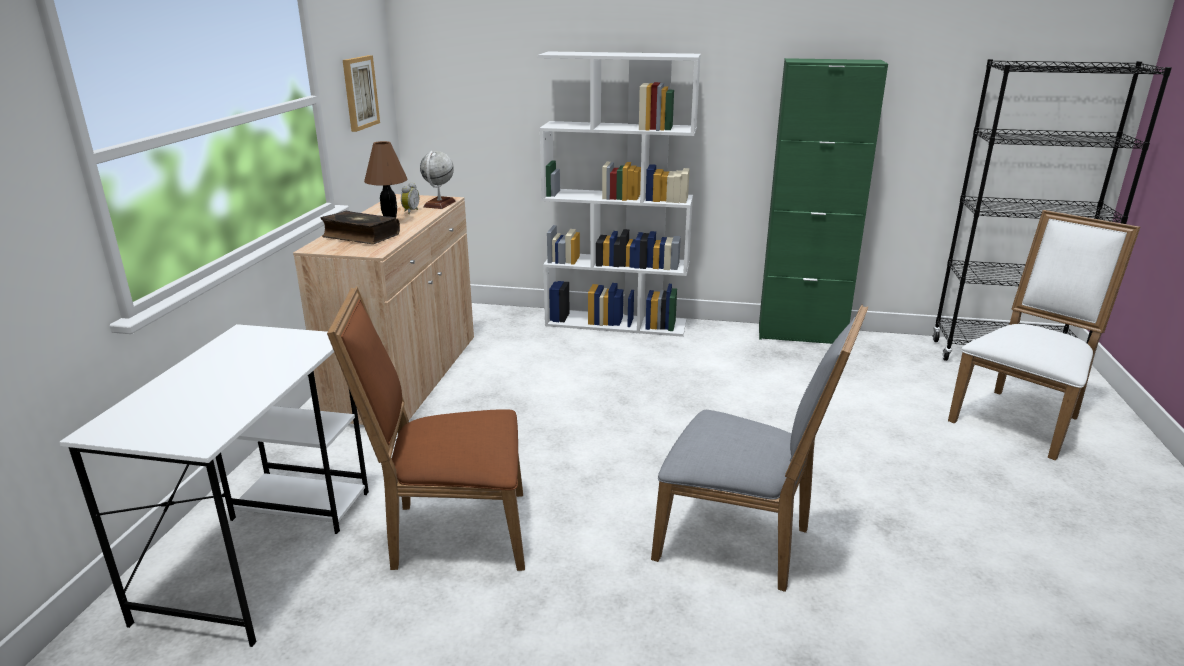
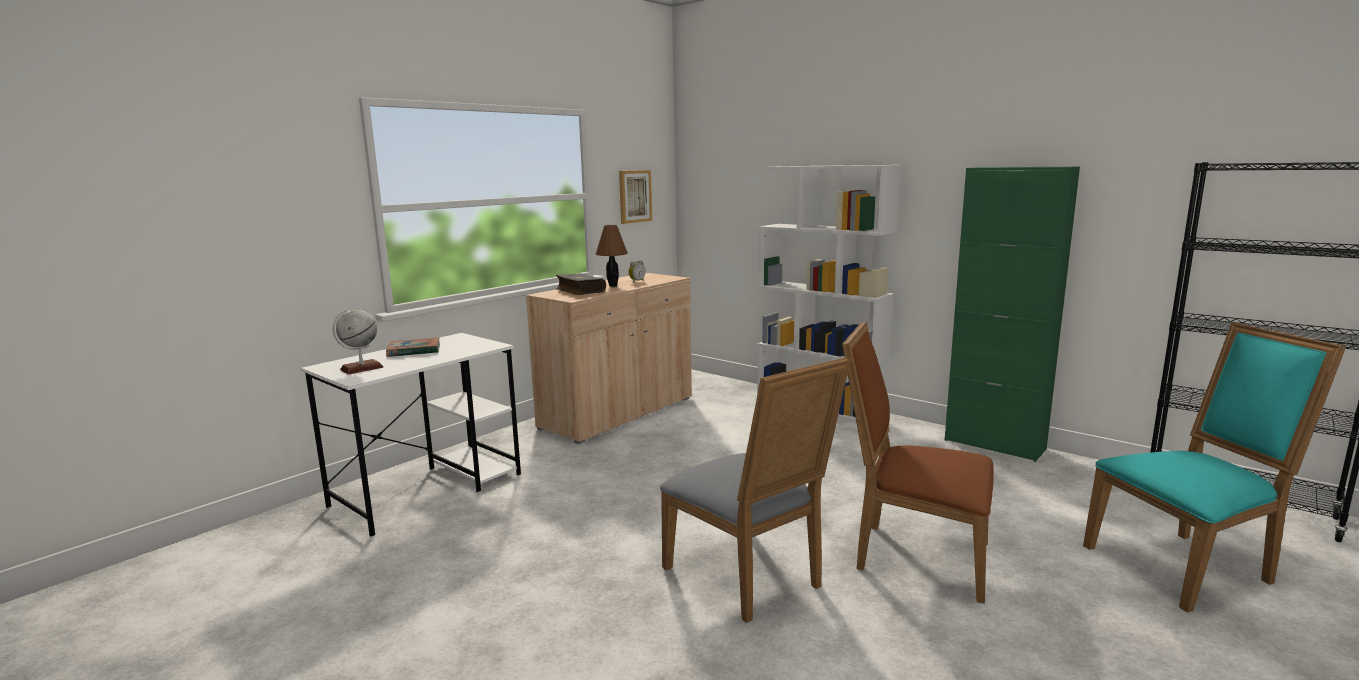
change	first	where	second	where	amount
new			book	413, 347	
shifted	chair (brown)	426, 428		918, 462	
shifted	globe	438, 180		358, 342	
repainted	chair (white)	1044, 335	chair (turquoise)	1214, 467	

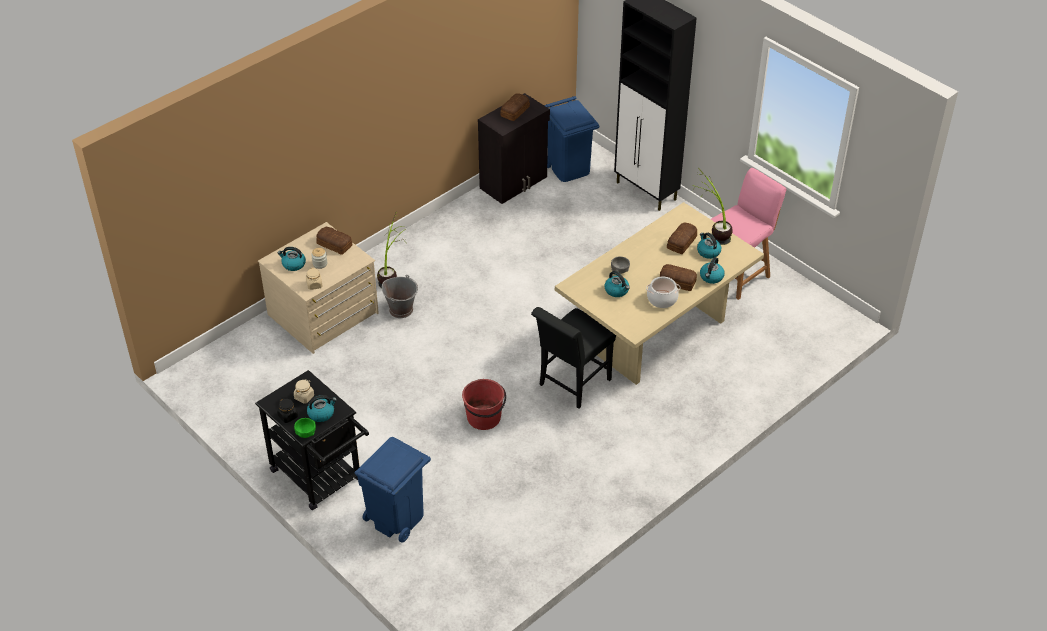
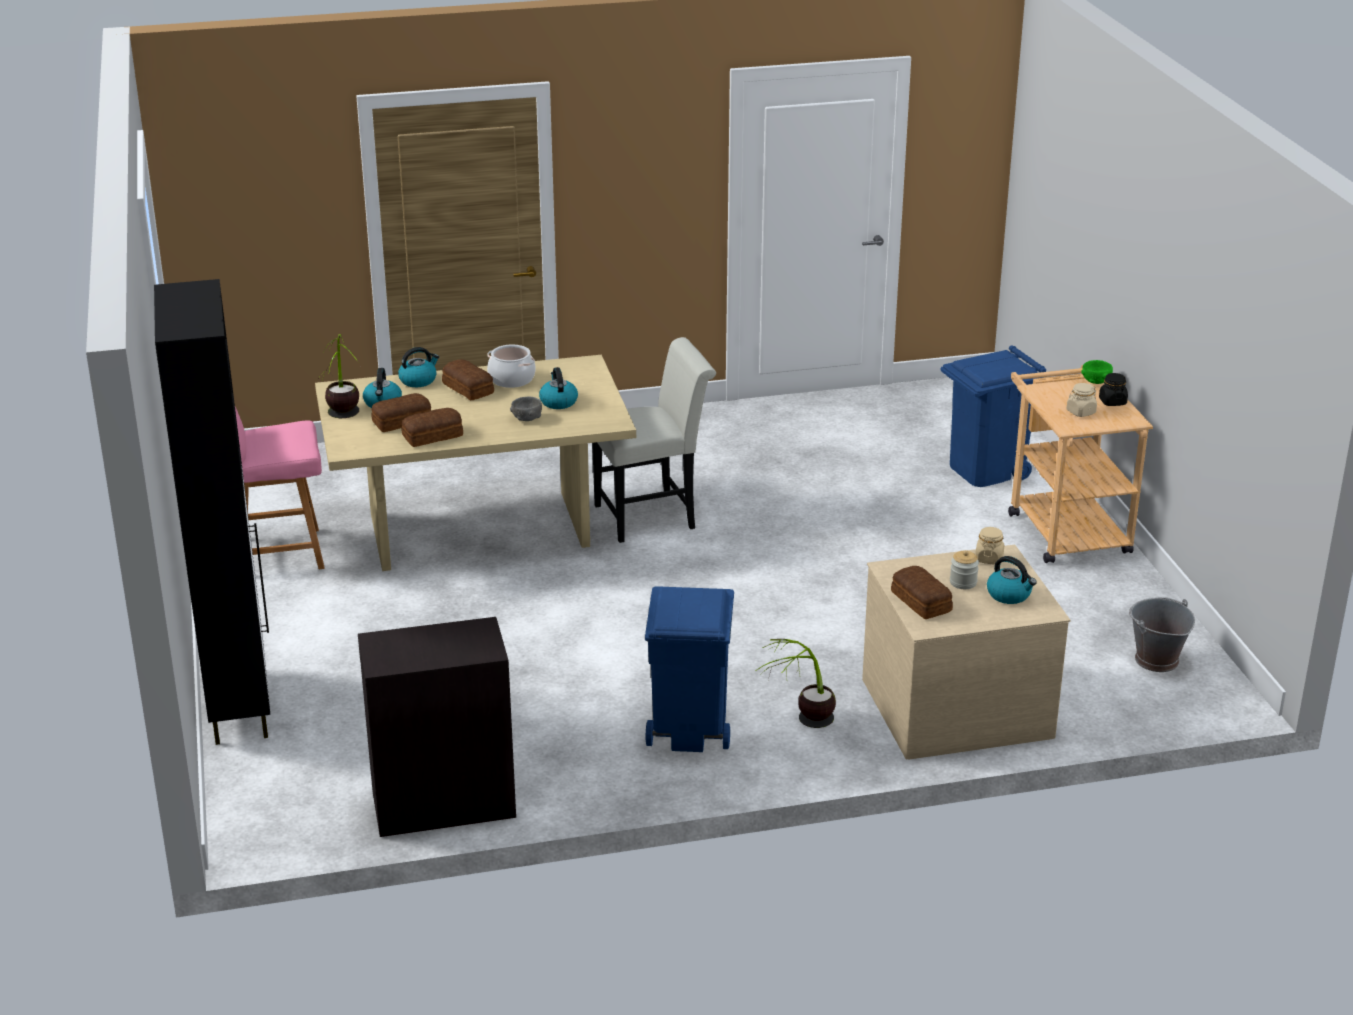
change	first	where	second	where	amount
gone	kettle	322, 408			
gone	bucket (red)	484, 404			
shifted	bucket (grey)	400, 296		1162, 634	
shifted	bread	515, 107		432, 427	
shifted	trash can (blue)	571, 139		689, 669	
repainted	cart (black)	312, 440	cart (beige)	1080, 464	
repainted	chair (black)	573, 358	chair (white)	654, 440	

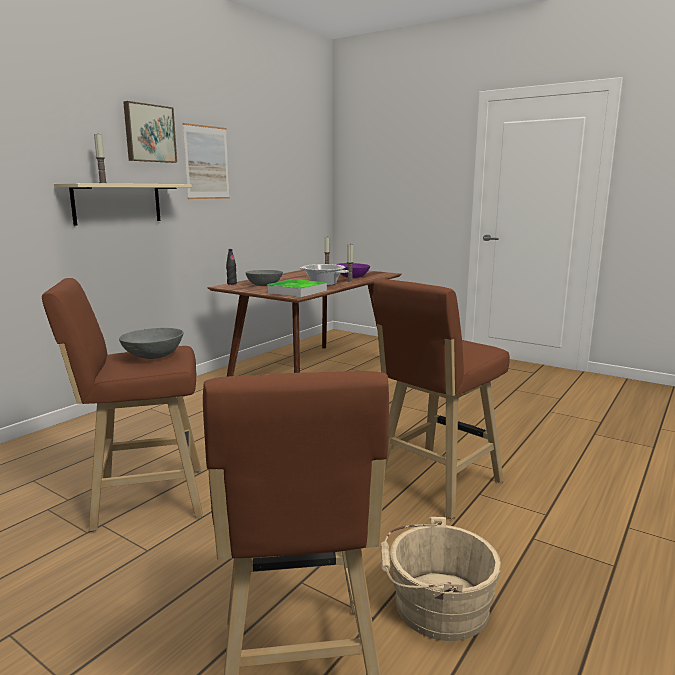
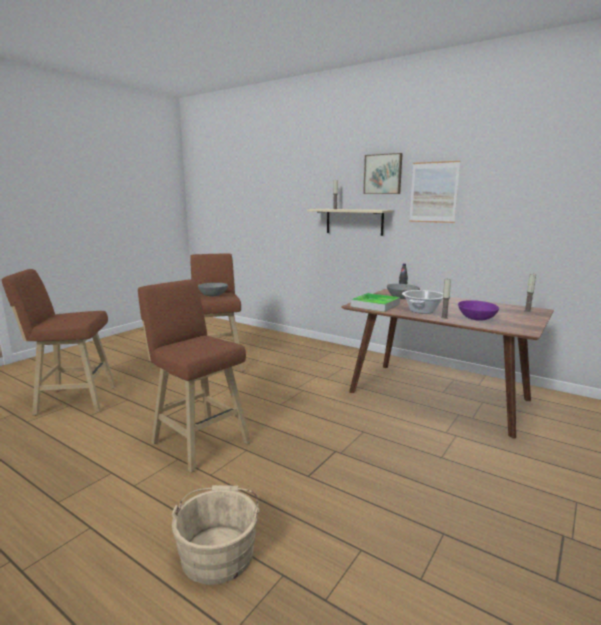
change	first	where	second	where	amount
shifted	bucket (beige)	440, 579		216, 535	

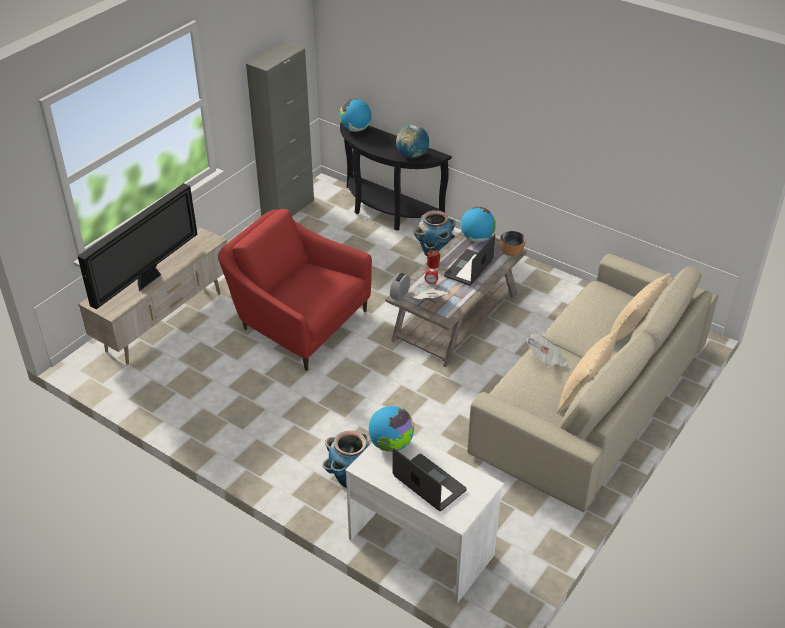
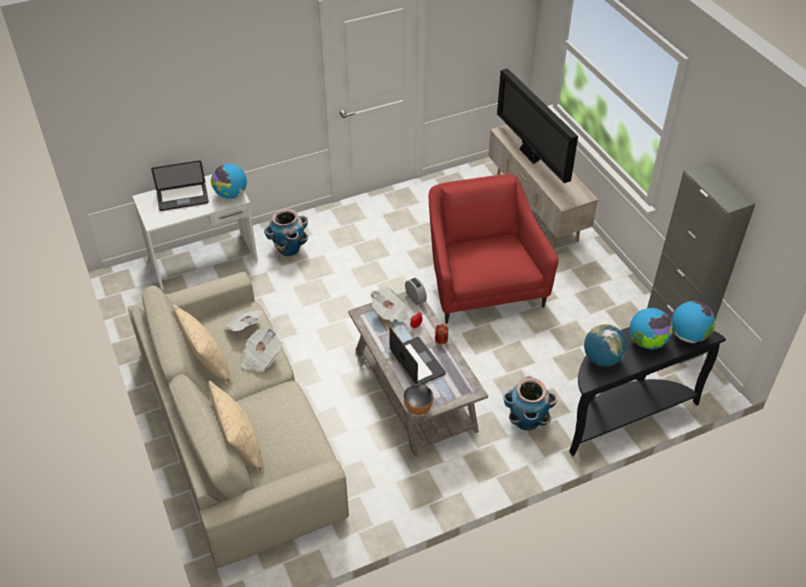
change	first	where	second	where	amount
new			newspaper	244, 320	
shifted	globe	478, 224		651, 329	
rotated	armchair (red)	295, 290		494, 249	75 degrees counterclockwise

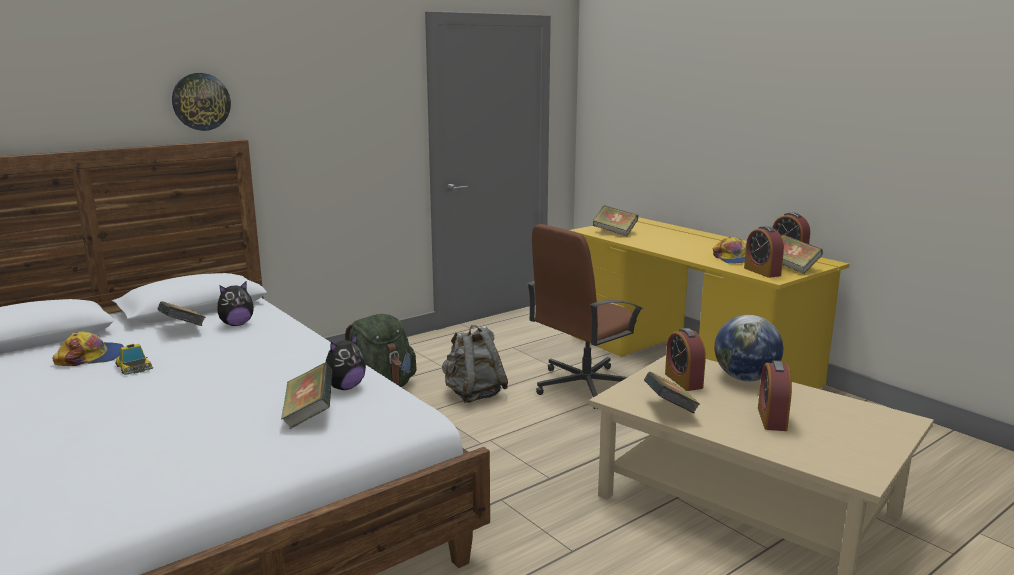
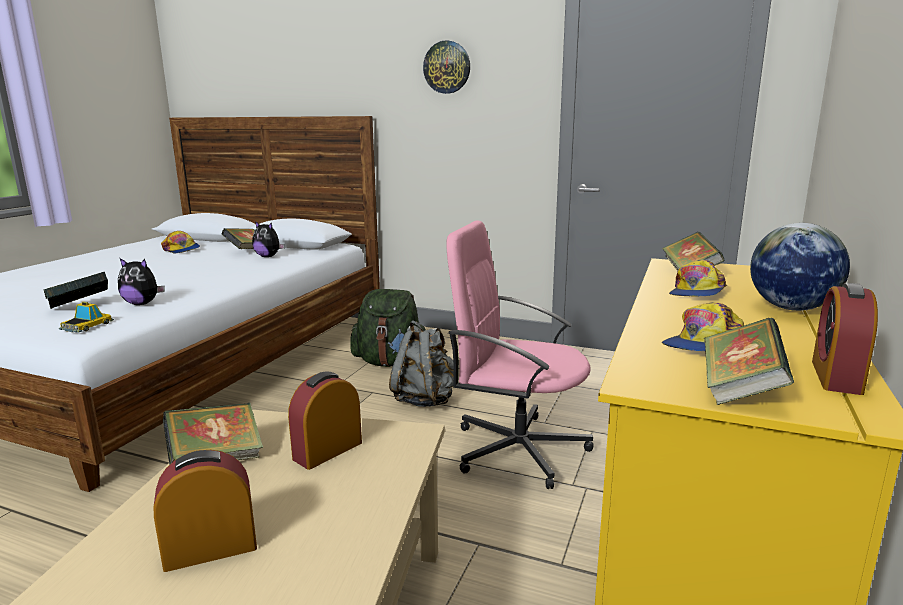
change	first	where	second	where	amount
gone	alarm clock	764, 252			
new			cap	698, 278	
shifted	toy car	134, 359		86, 317	
shifted	wall clock	201, 102		446, 67	
shifted	globe	749, 348		800, 267	
repainted	office chair (brown)	585, 316	office chair (pink)	520, 354	

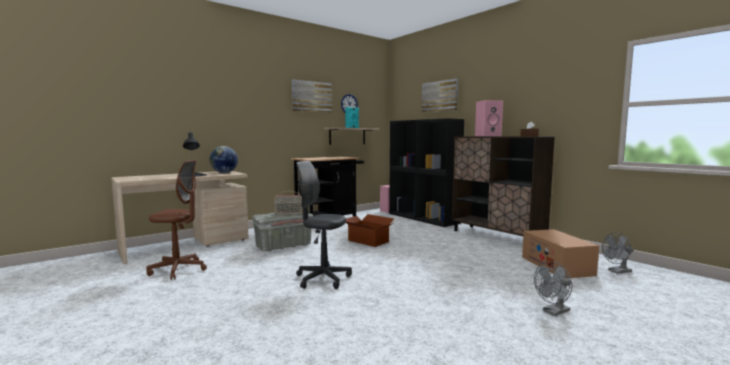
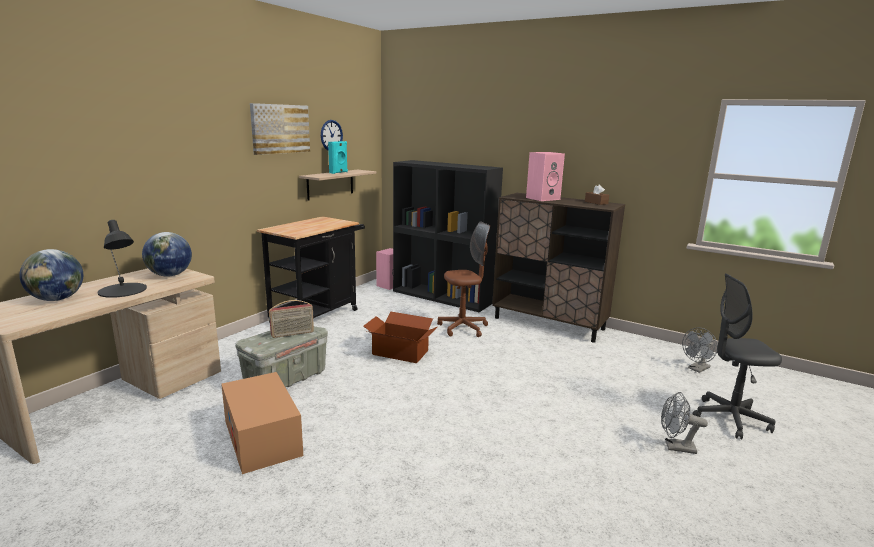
change	first	where	second	where	amount
gone	picture	440, 95			
new			globe	51, 275	
shifted	office chair (brown)	176, 219		463, 279	
shifted	office chair (grey)	324, 225		737, 356	
shifted	cardboard box	560, 253		262, 423	
rotated	fan (grey)	553, 288		684, 423	60 degrees clockwise

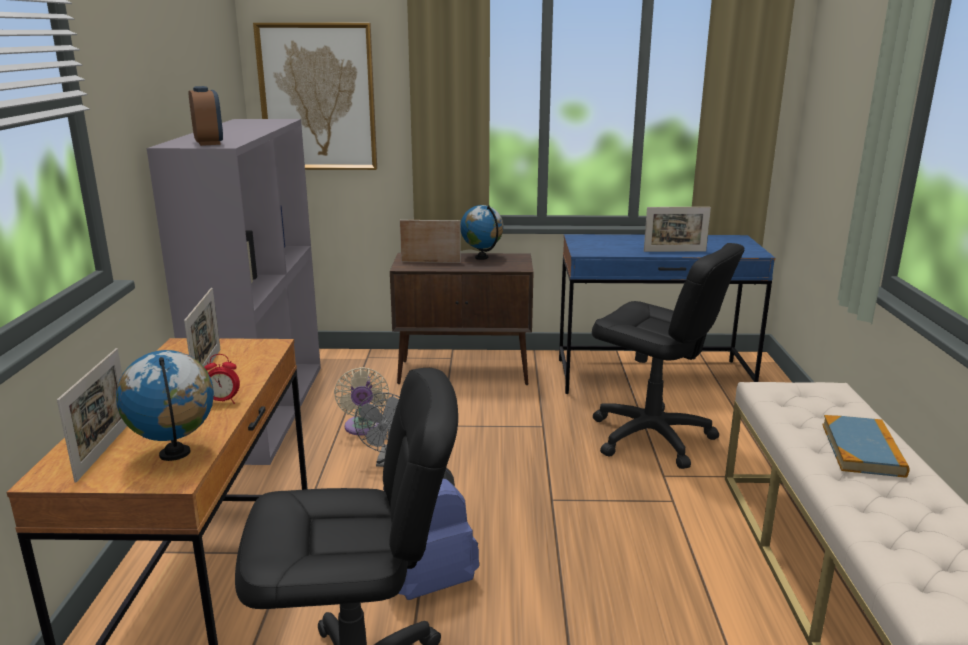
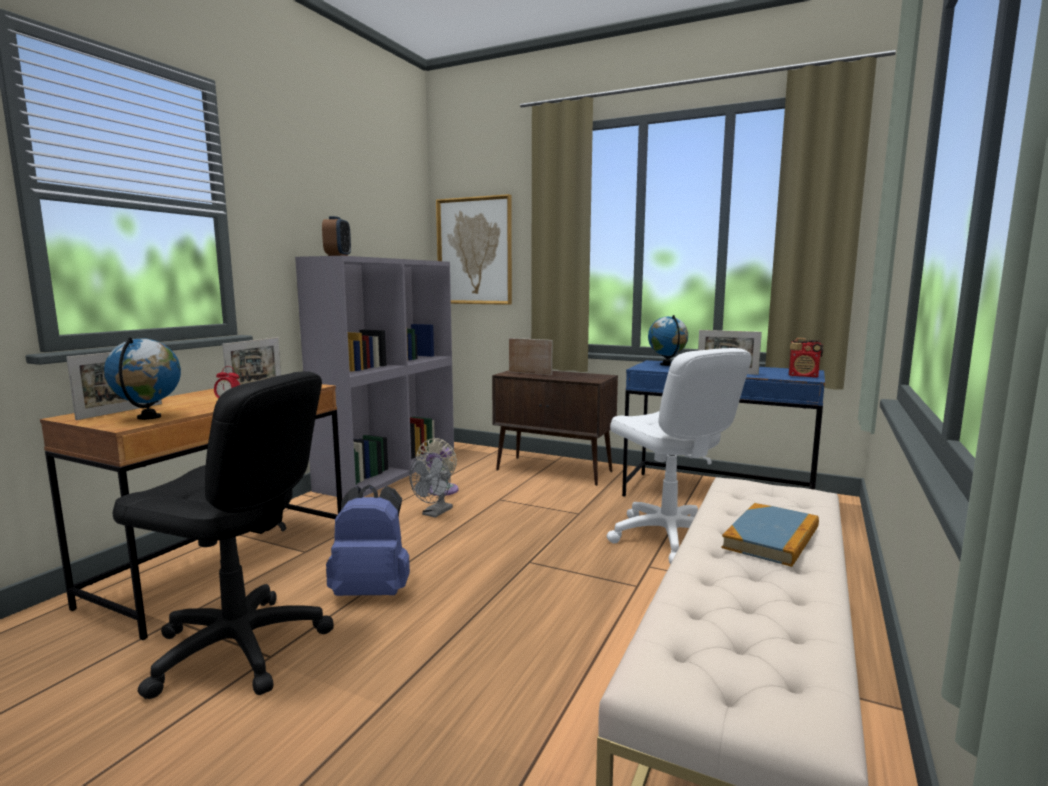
change	first	where	second	where	amount
new			radio	806, 358	
shifted	globe	482, 232		668, 340	
repainted	office chair (black)	668, 356	office chair (white)	679, 456	

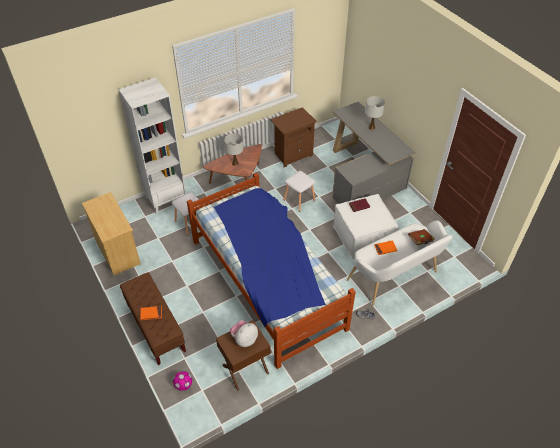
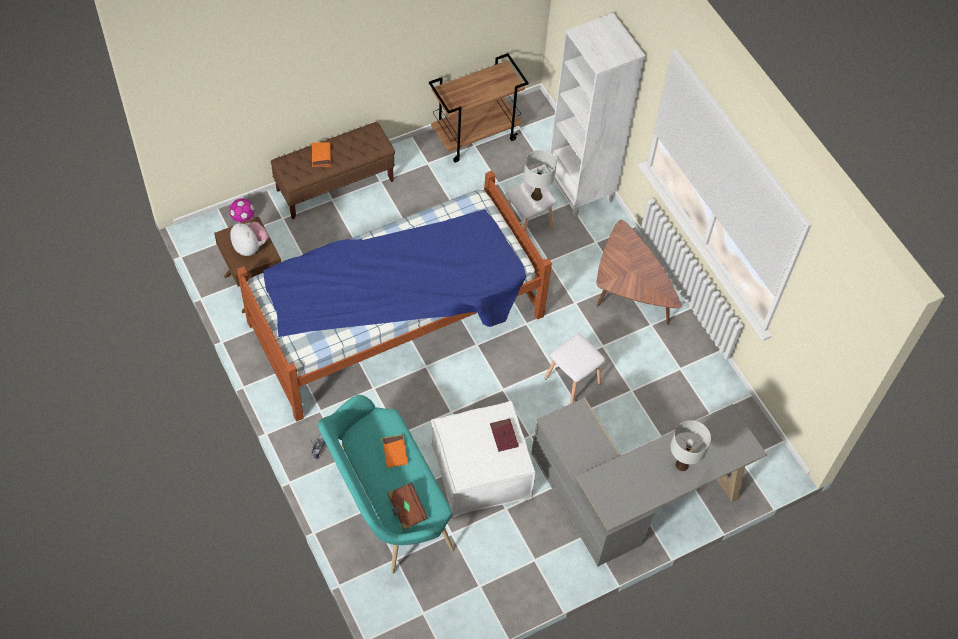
change	first	where	second	where	amount
gone	nightstand (brown)	293, 137			
shifted	table lamp (white)	233, 149		540, 175	
swapped	dresser (beige)	111, 233	cart (brown)	479, 108	
repainted	bench (white)	399, 263	bench (turquoise)	386, 484	

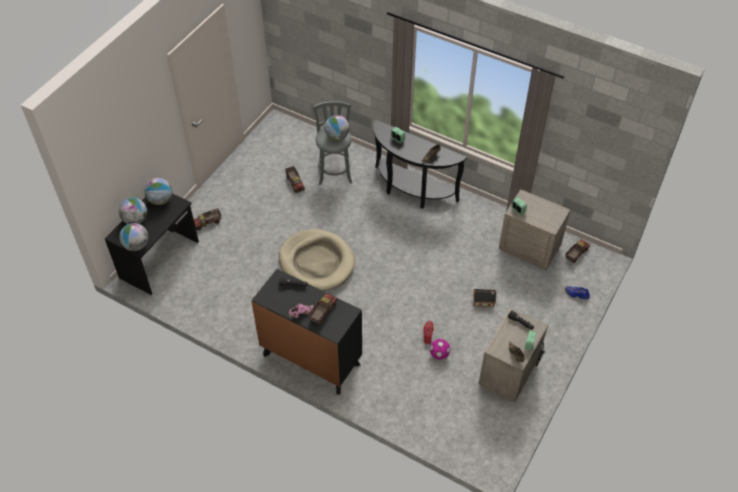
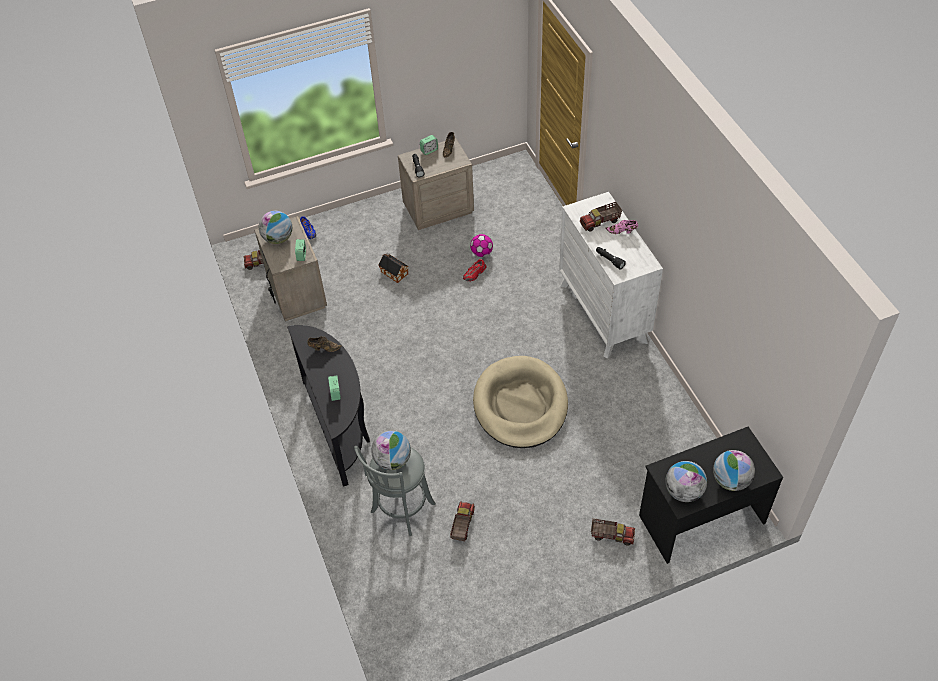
change	first	where	second	where	amount
shifted	globe	133, 237		275, 227	
repainted	dresser (black)	306, 332	dresser (white)	611, 275	

